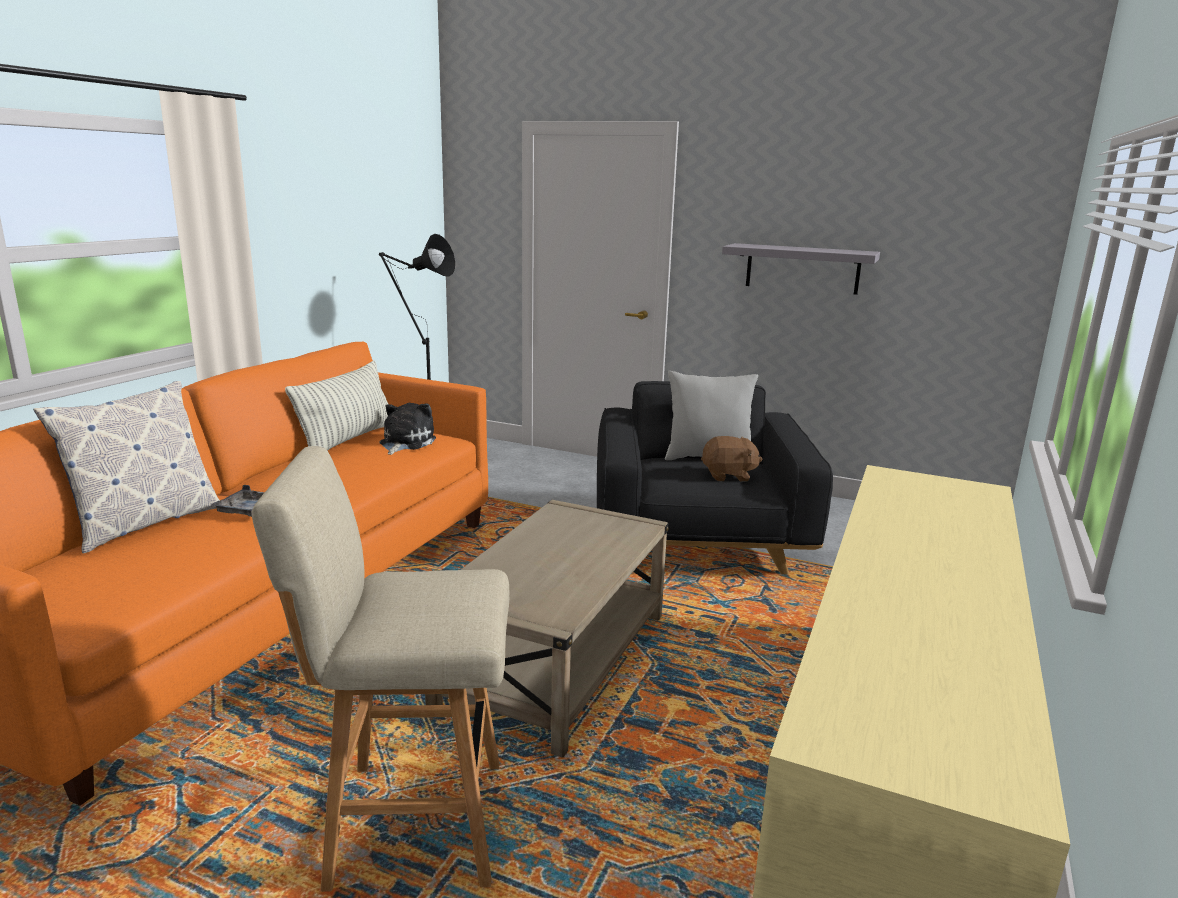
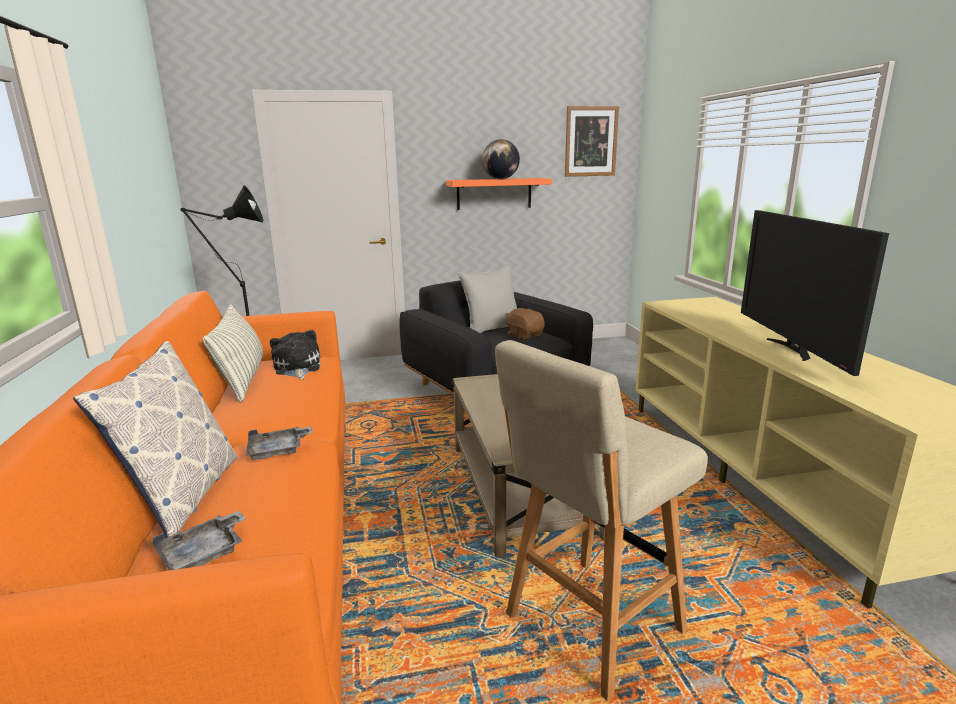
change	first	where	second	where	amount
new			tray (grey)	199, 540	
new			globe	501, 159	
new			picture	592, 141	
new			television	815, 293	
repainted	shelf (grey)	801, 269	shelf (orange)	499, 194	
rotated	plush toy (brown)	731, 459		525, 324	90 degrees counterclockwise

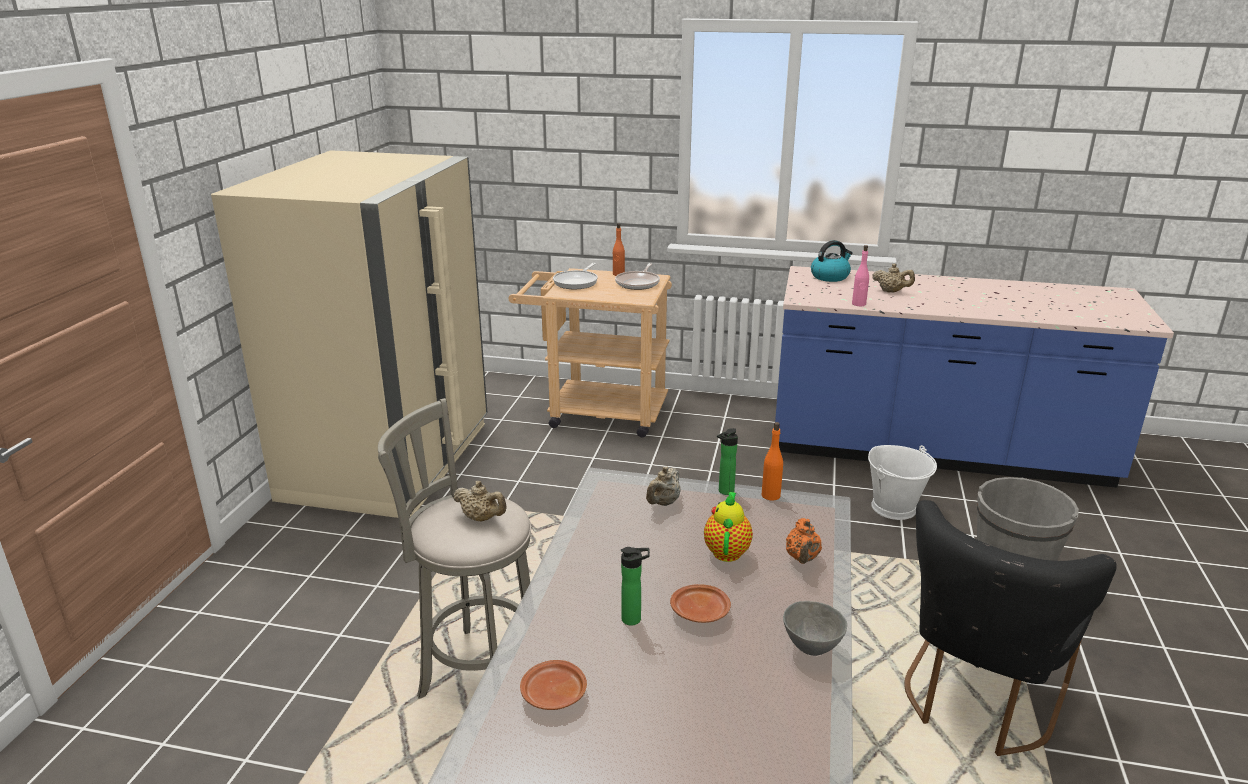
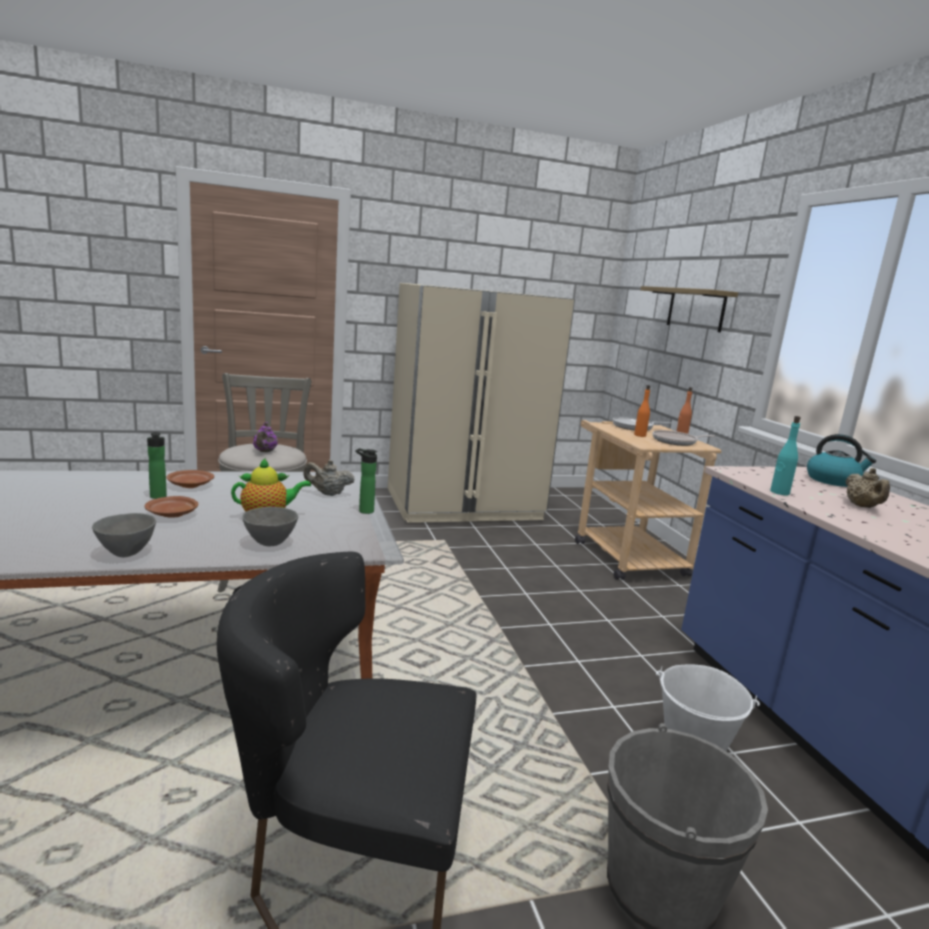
change	first	where	second	where	amount
new			shelf	689, 309	
shifted	plate (brown)	553, 685		190, 479	
shifted	bottle (orange)	772, 461		642, 411	
swapped	teapot (orange)	804, 541	bowl (grey)	270, 526	
repainted	teapot (beige)	480, 501	teapot (purple)	265, 437	
repainted	bottle (pink)	860, 275	bottle (turquoise)	785, 455	

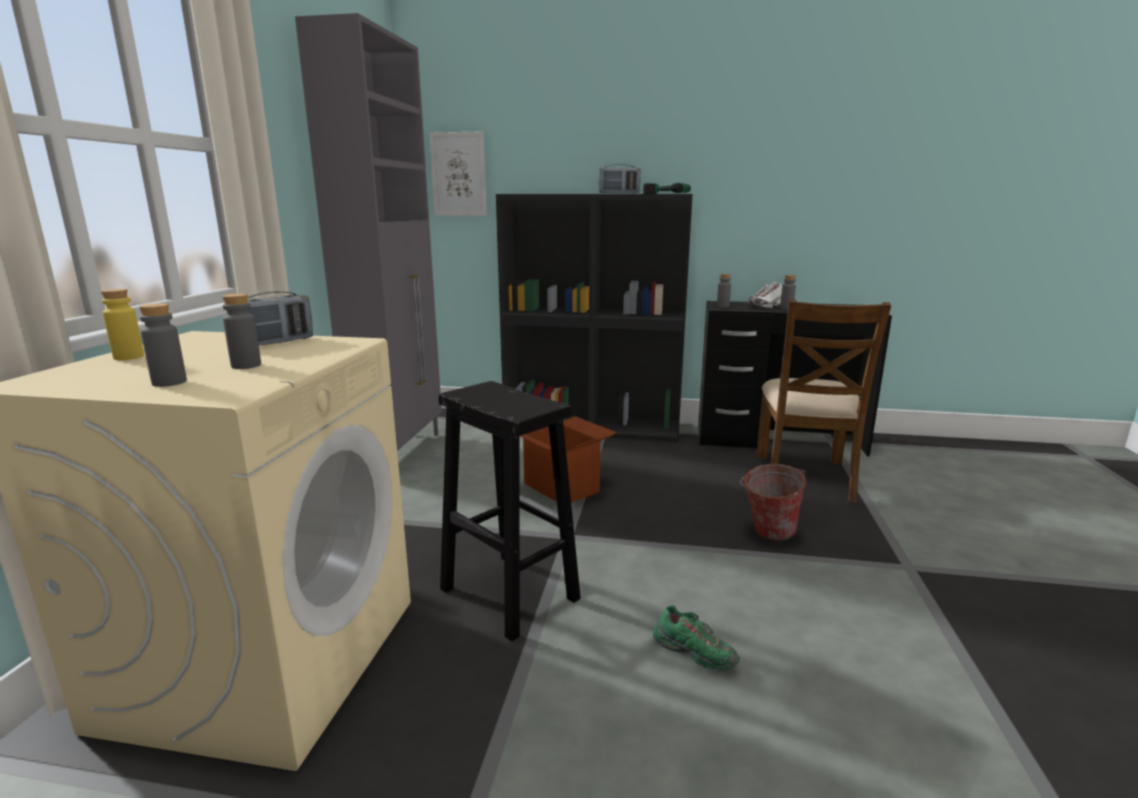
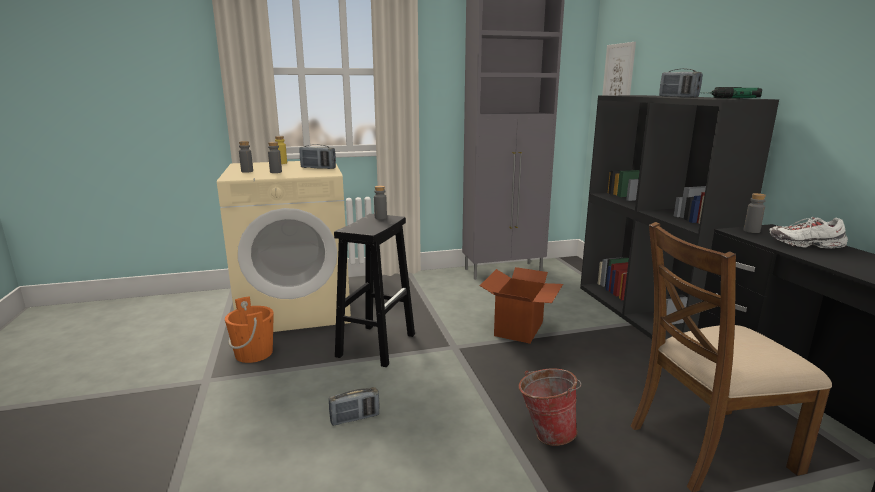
change	first	where	second	where	amount
new			bucket (orange)	249, 329	
shifted	bottle (grey)	788, 292		380, 202	
swapped	shoe (green)	696, 638	radio	354, 406	

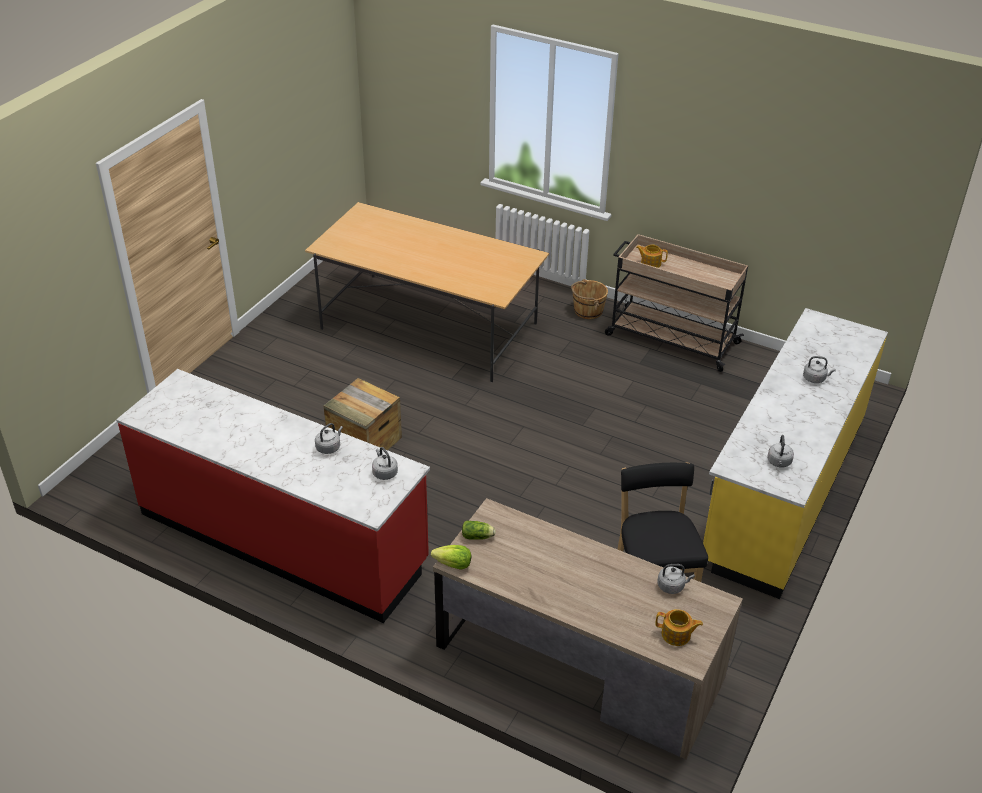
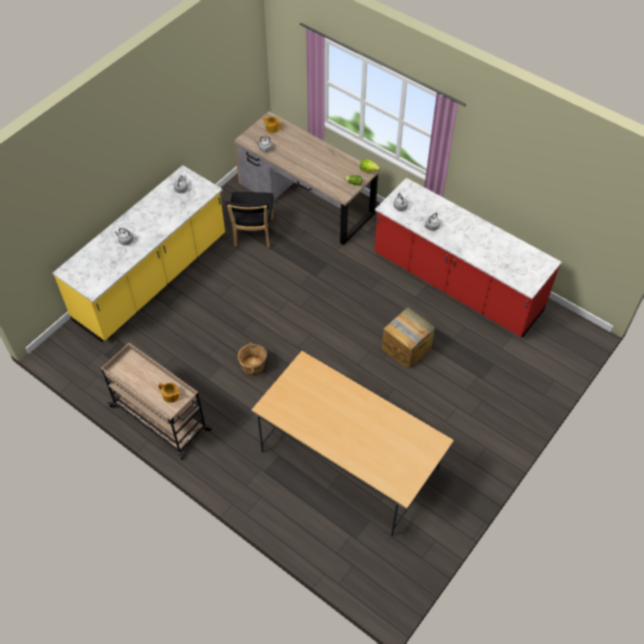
change	first	where	second	where	amount
shifted	bucket (brown)	589, 299		252, 359	

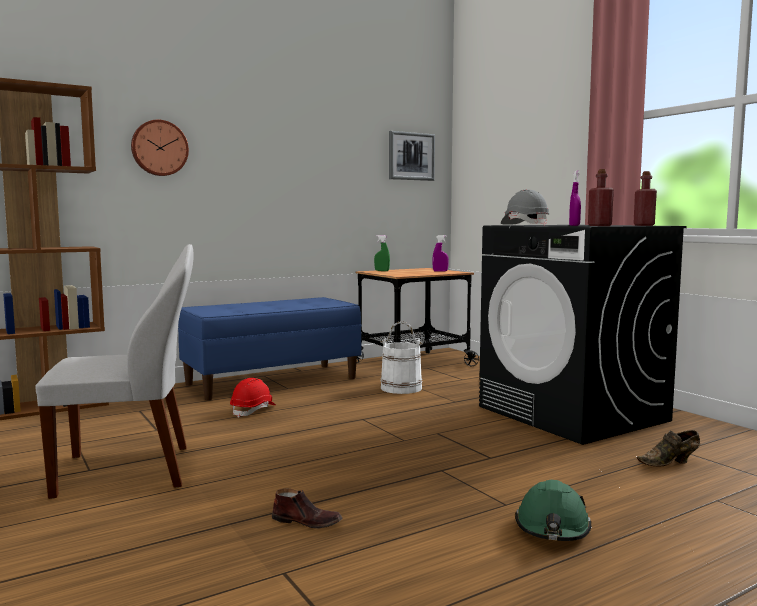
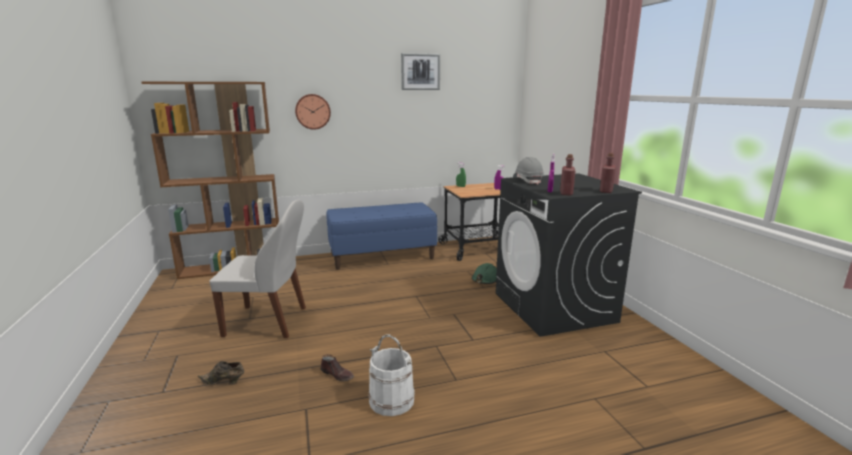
change	first	where	second	where	amount
gone	hard hat (red)	253, 398			
shifted	bucket (white)	401, 357		391, 375	
shifted	picture	412, 156		420, 71	
shifted	hard hat (green)	553, 510		484, 273	
shifted	shoe (brown)	668, 448		221, 373	

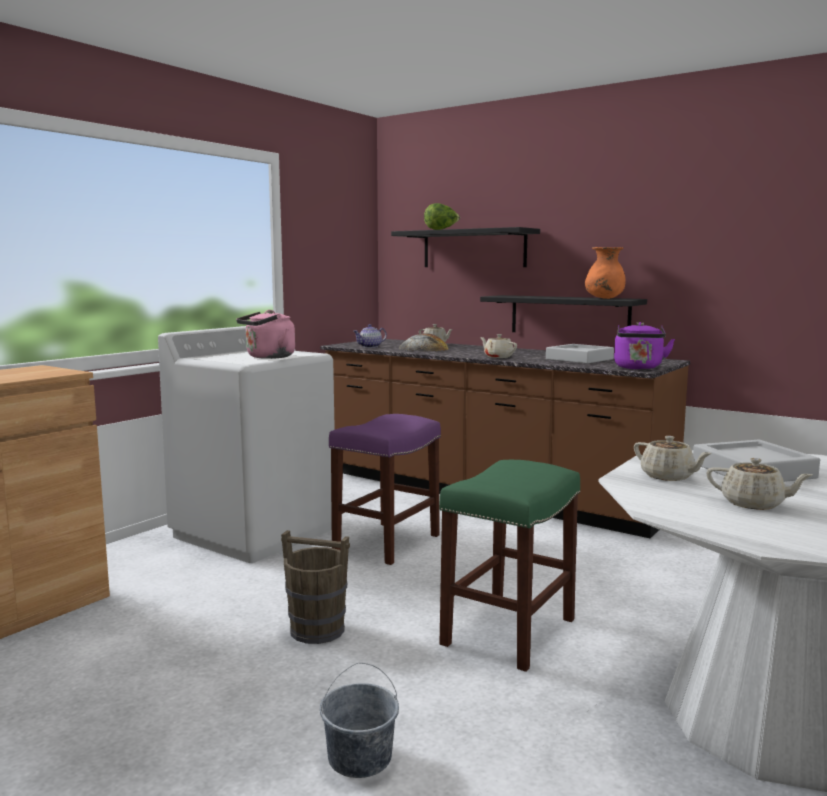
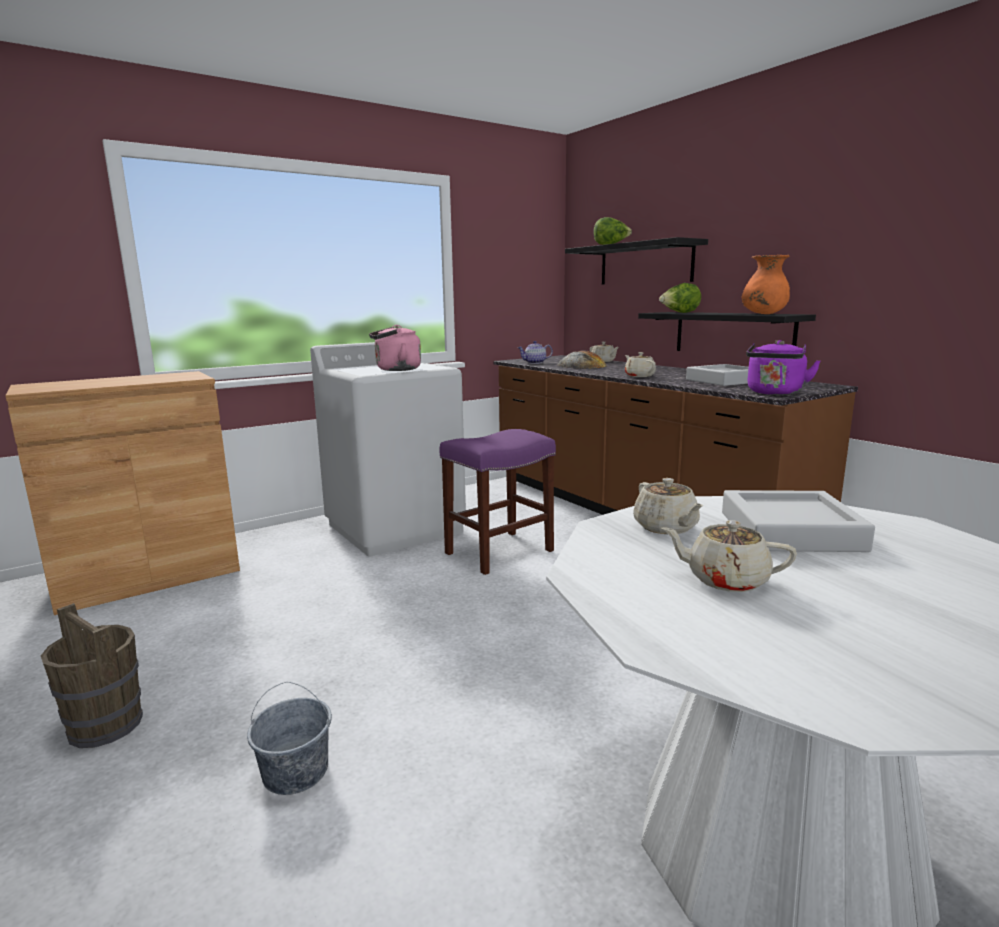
change	first	where	second	where	amount
gone	stool (green)	509, 566			
new			lettuce	680, 298	
shifted	bucket (brown)	315, 587		92, 675	
rotated	teapot (beige)	759, 484		729, 556	150 degrees clockwise

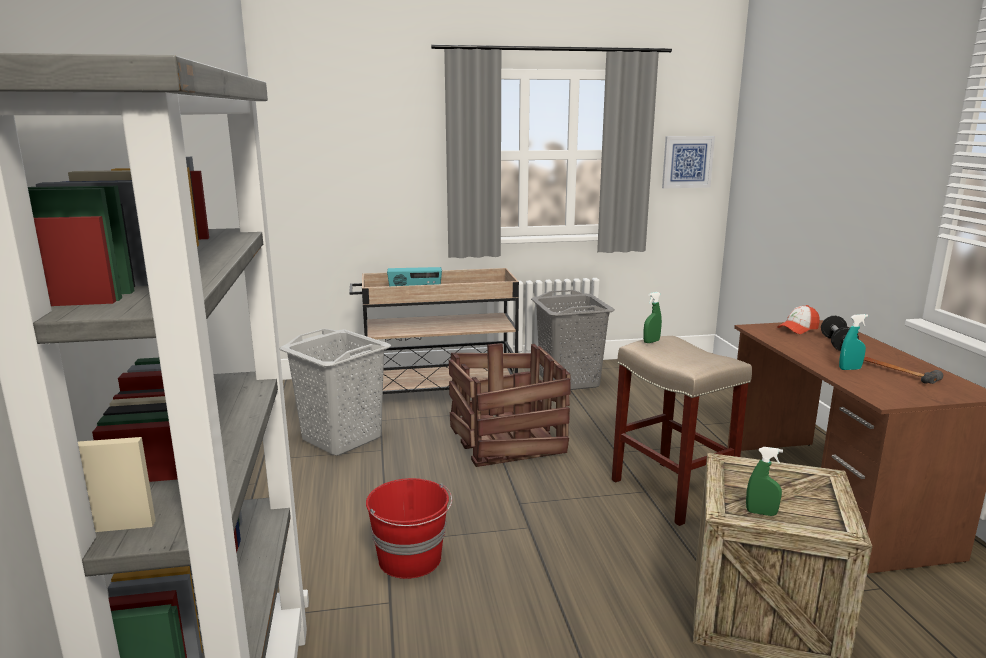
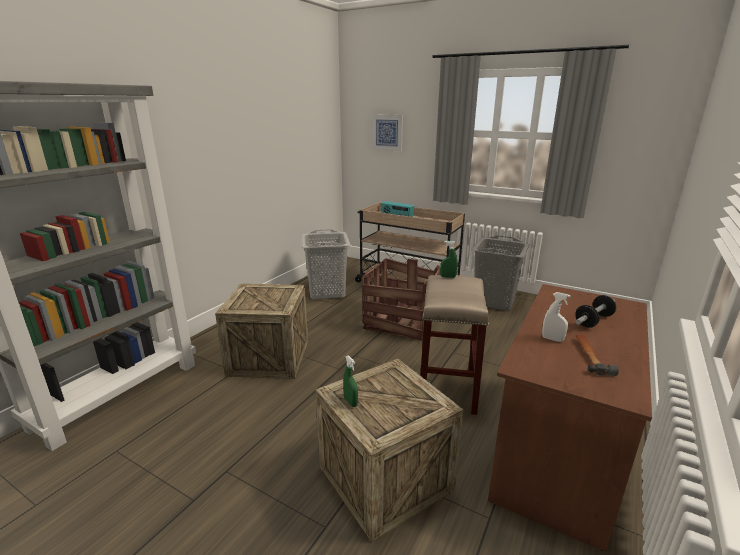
change	first	where	second	where	amount
gone	cap	798, 319			
shifted	picture	688, 162		387, 132	
swapped	bucket (red)	409, 528	crate	261, 331	
repainted	spray bottle (turquoise)	853, 342	spray bottle (white)	556, 317	

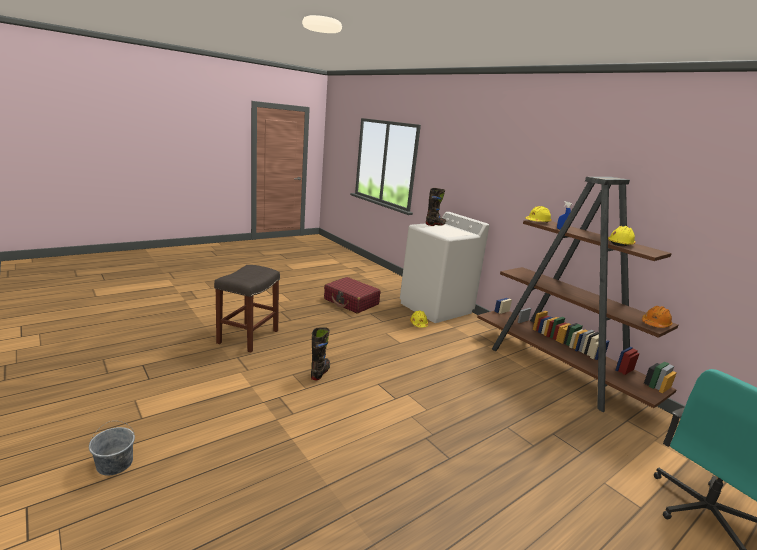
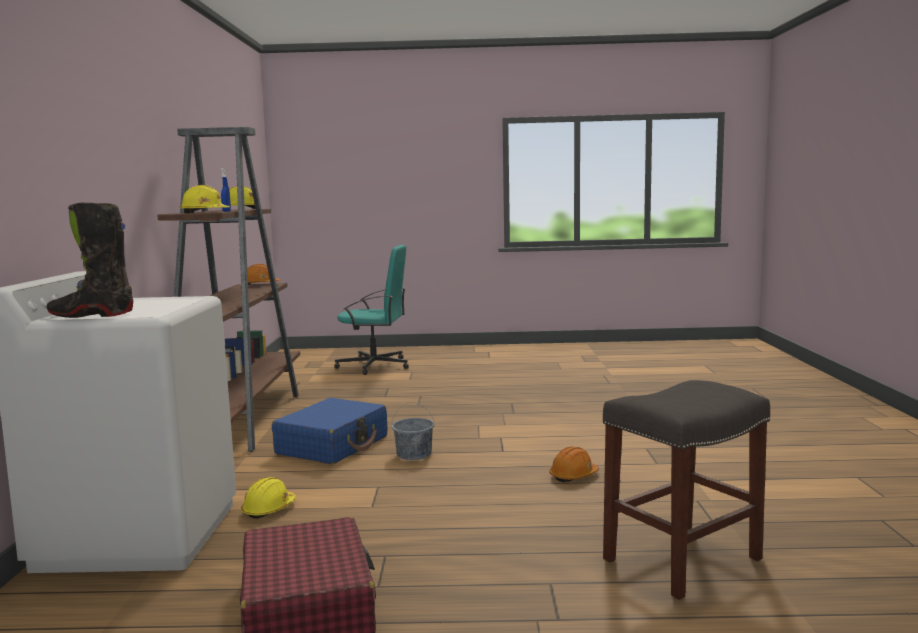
change	first	where	second	where	amount
new			suitcase (blue)	329, 431	
shifted	bucket (grey)	112, 448		413, 431	
swapped	boot (black)	320, 353	hard hat (orange)	574, 464	

